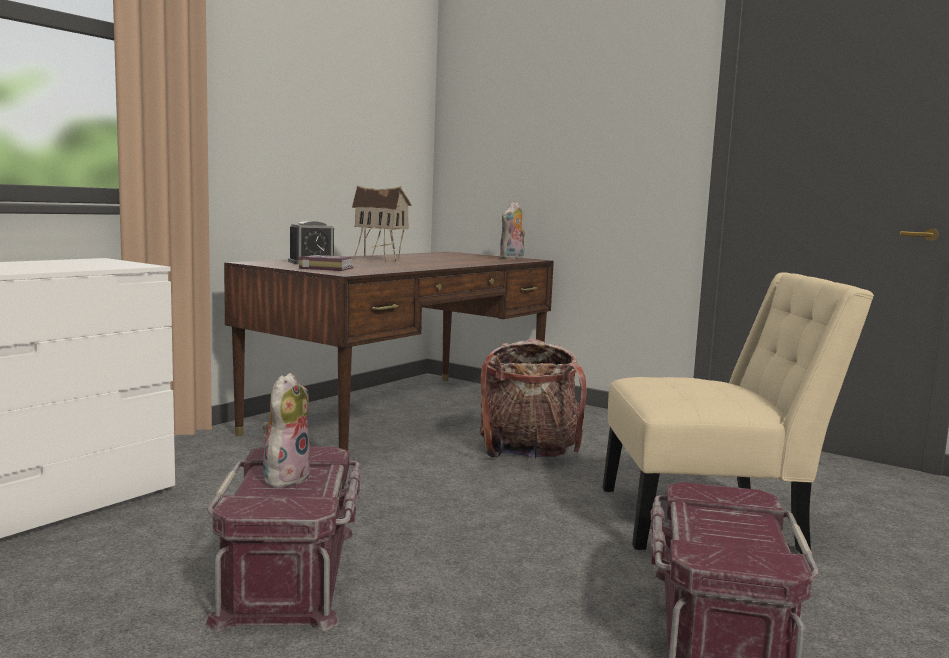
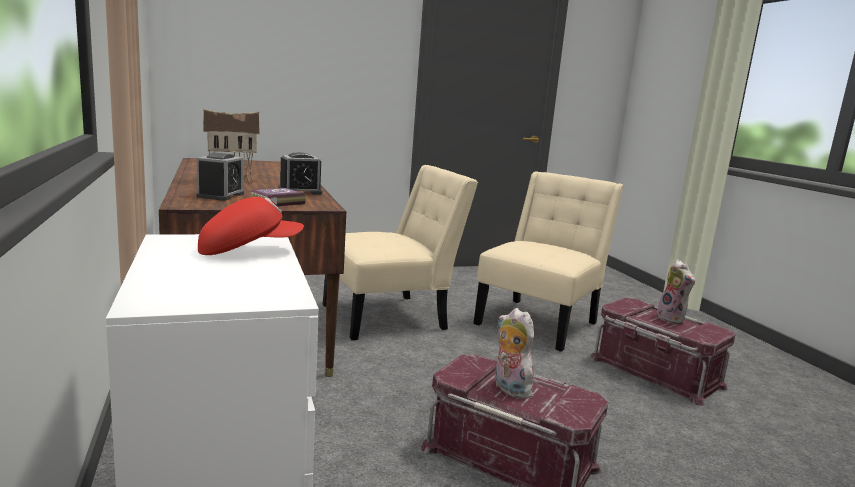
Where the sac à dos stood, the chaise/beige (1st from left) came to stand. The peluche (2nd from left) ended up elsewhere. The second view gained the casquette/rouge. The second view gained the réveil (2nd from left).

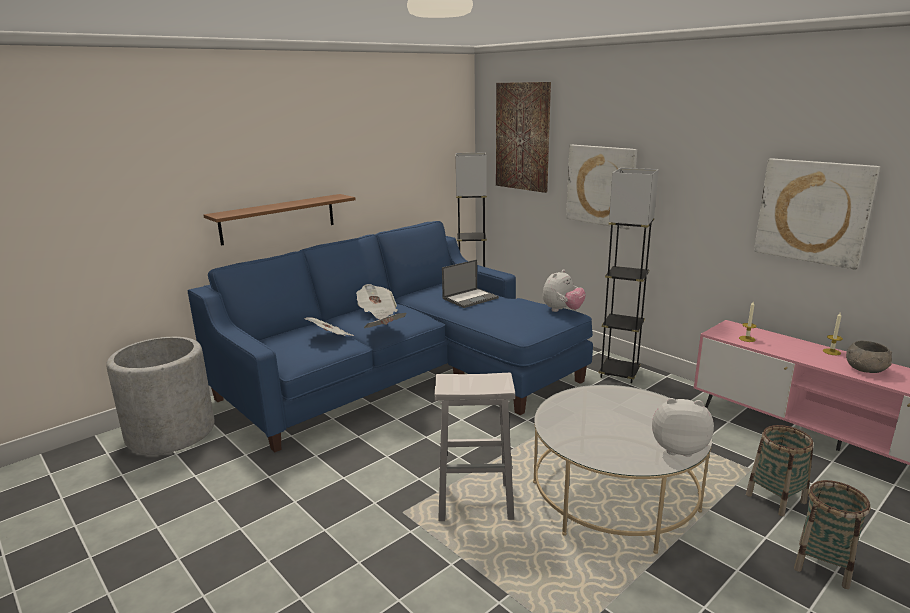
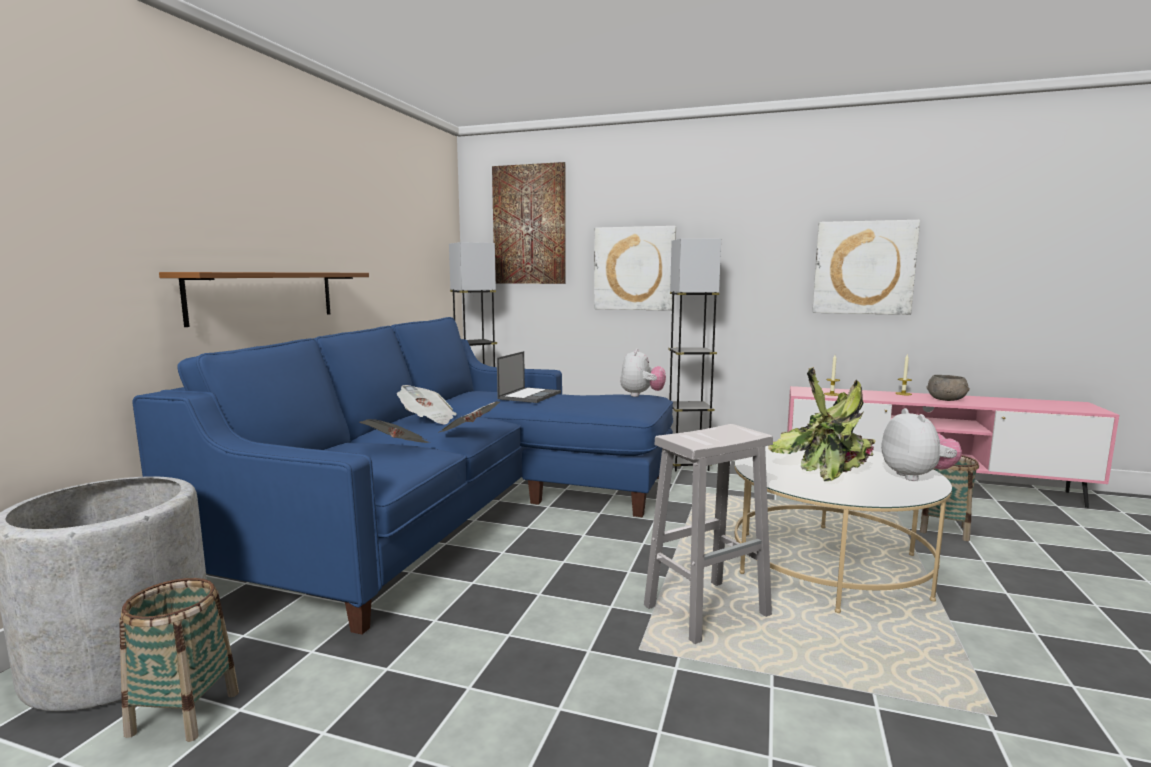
The peluche (2nd from left) ended up facing another way, 105 degrees clockwise from before. The panier (2nd from left in the first image) ended up elsewhere. The second view gained the plante en pot.

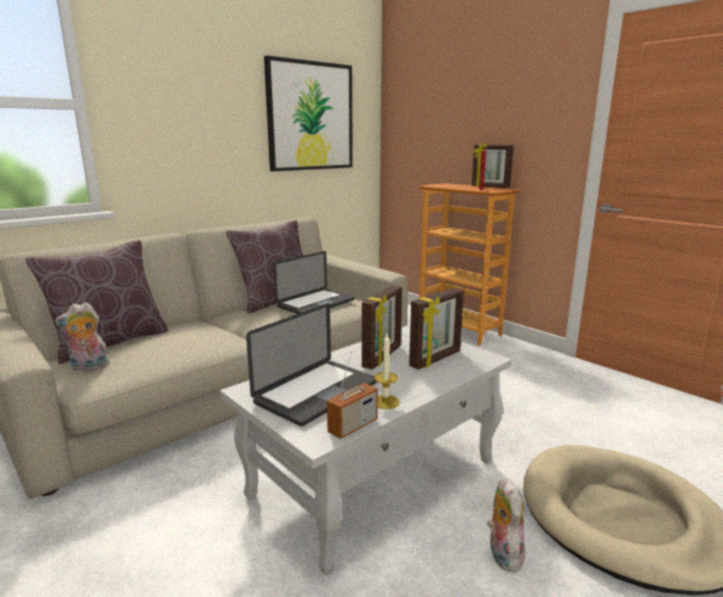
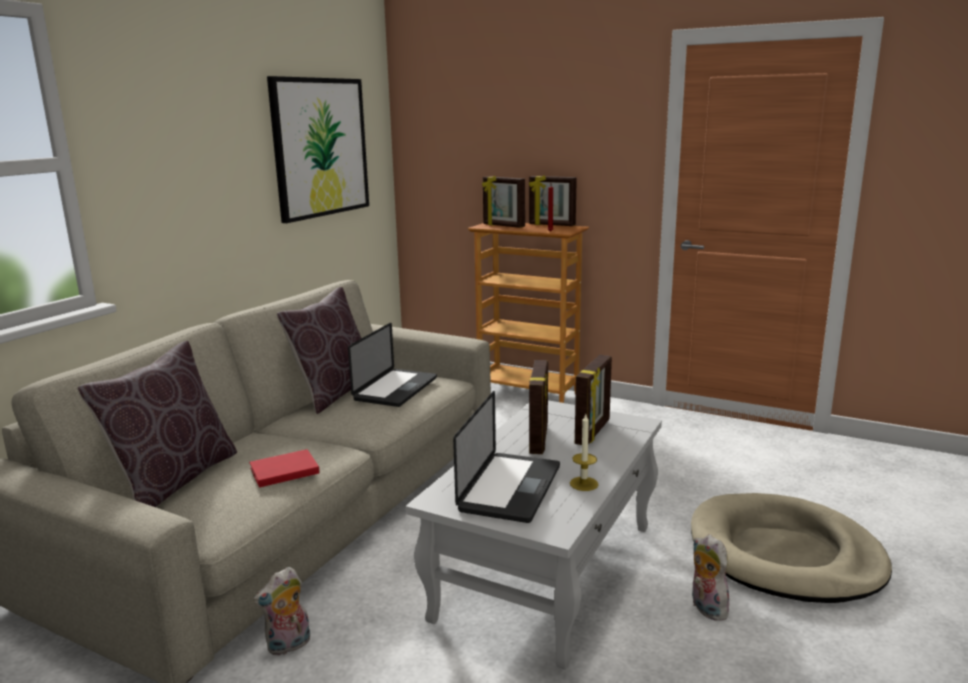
The peluche (1st from left) ended up elsewhere. The second view lost the radio. The second view gained the livre/rouge. The second view gained the cadre photo (1st from left).

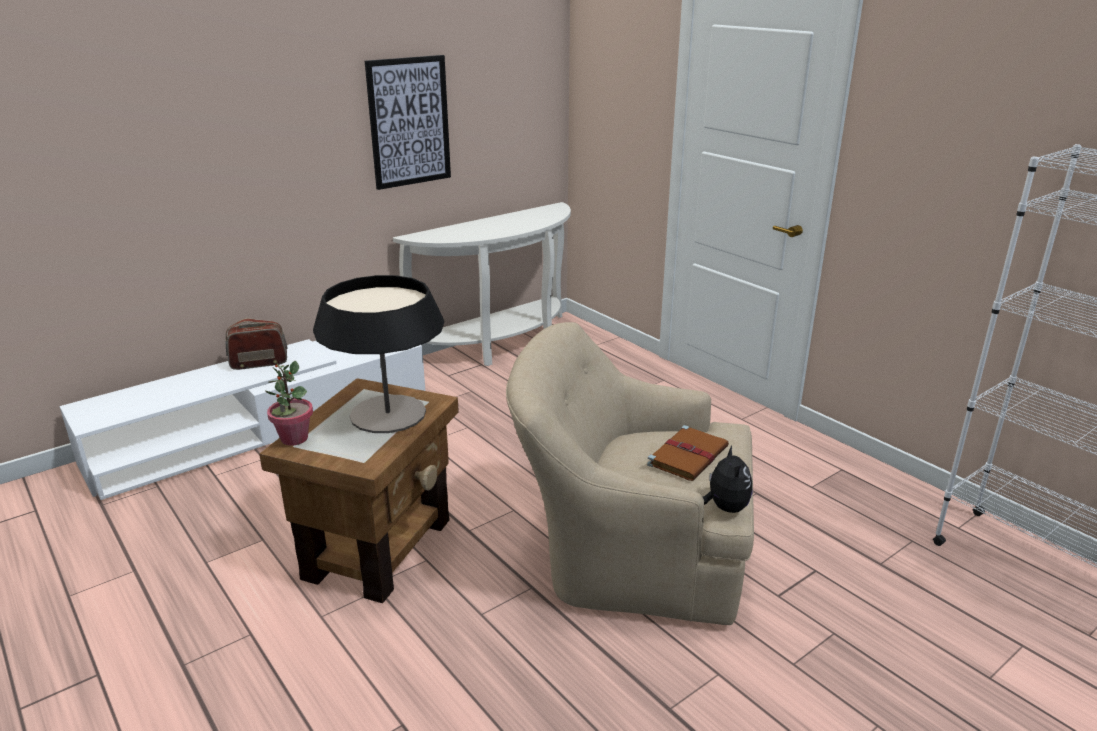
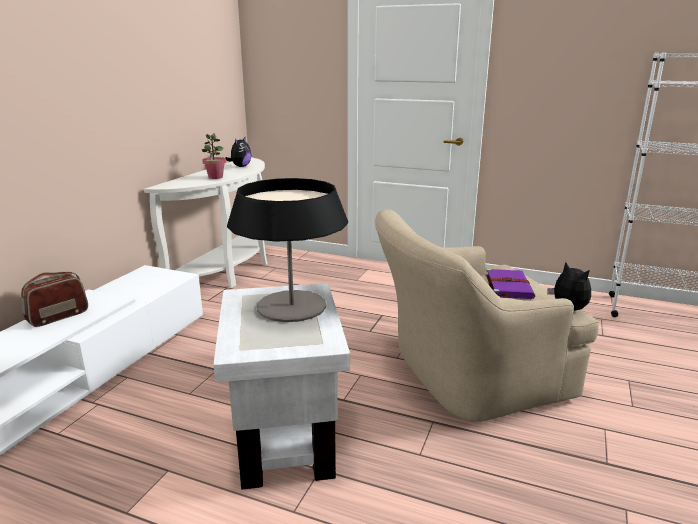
What was the table d'appoint/marron turned into the table d'appoint/blanc. The plante en pot ended up elsewhere. The second view lost the tableau. What was the livre/marron turned into the livre/violet. The second view gained the peluche (1st from left).

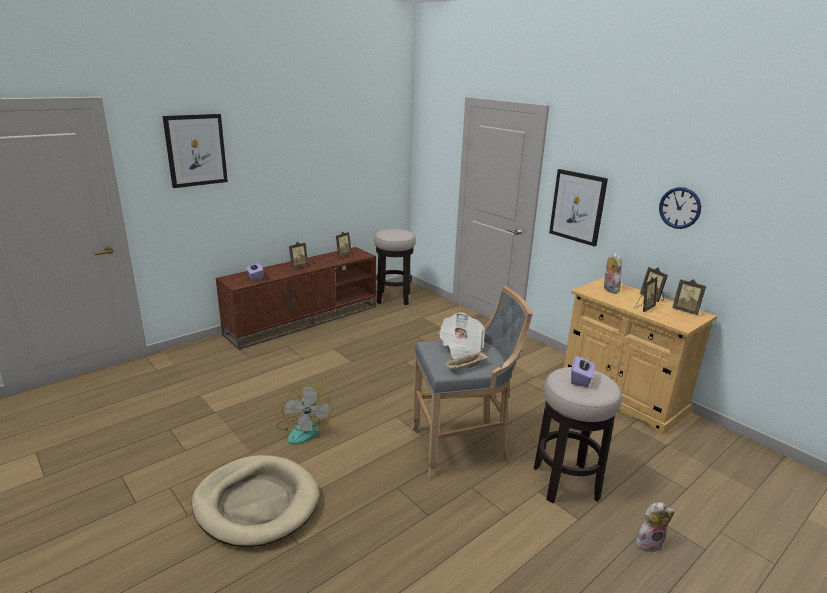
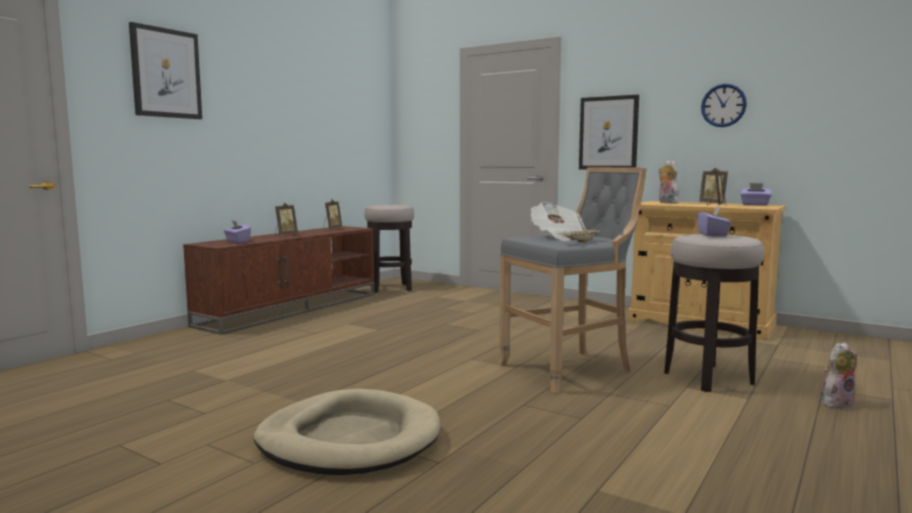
The second view lost the ventilateur. Where the cadre photo (5th from left) stood, the boîte à mouchoirs/violet (3rd from left) came to stand.

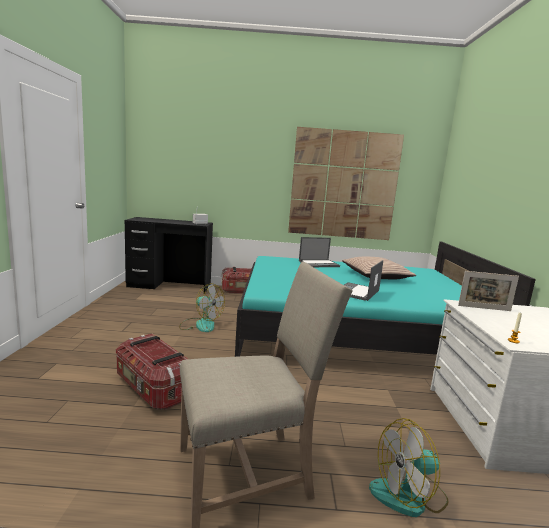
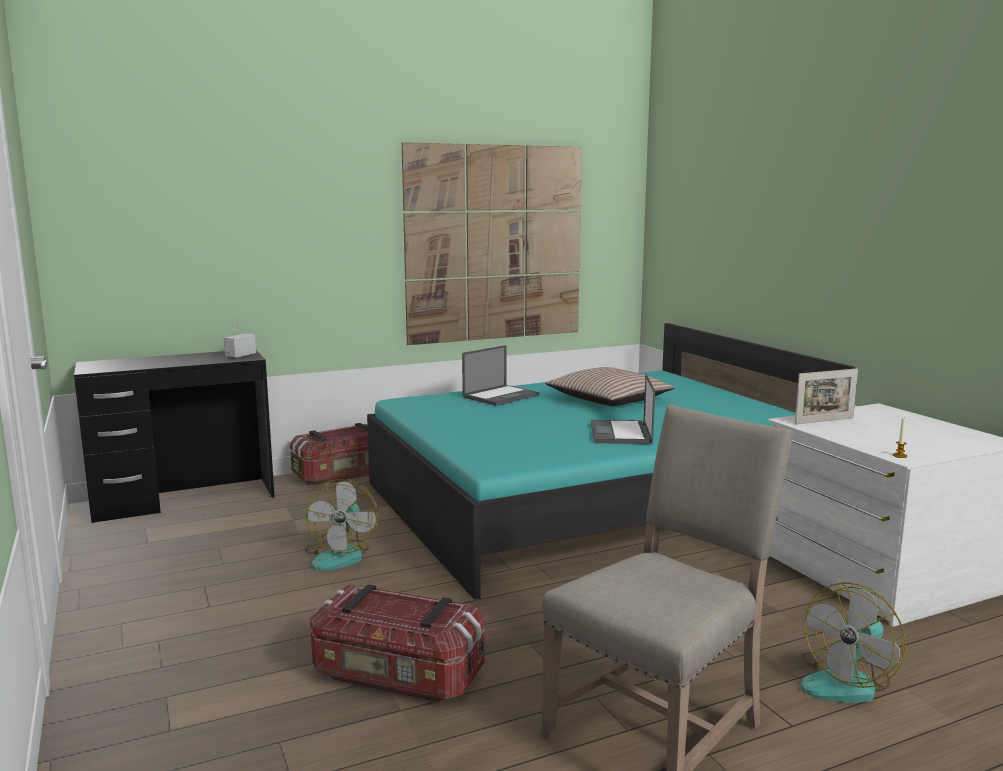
The ventilateur (1st from left) ended up facing another way, 90 degrees clockwise from before.

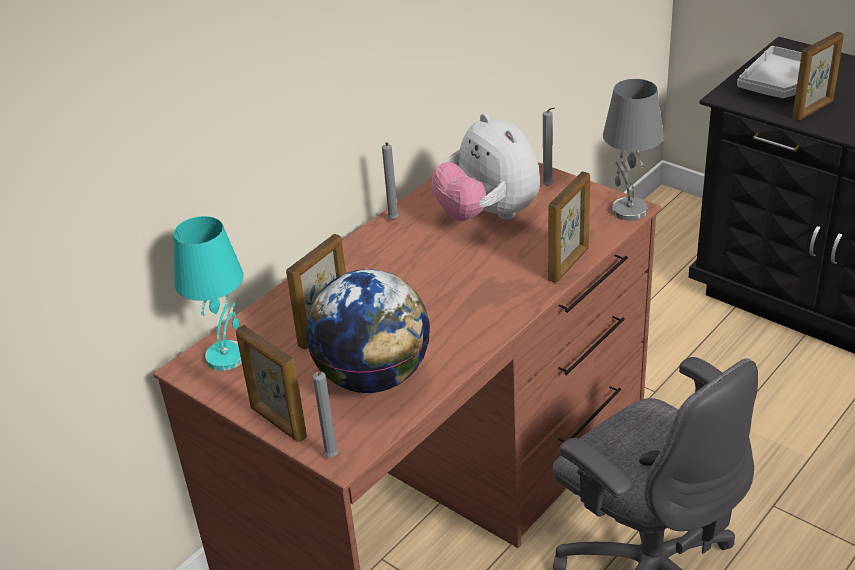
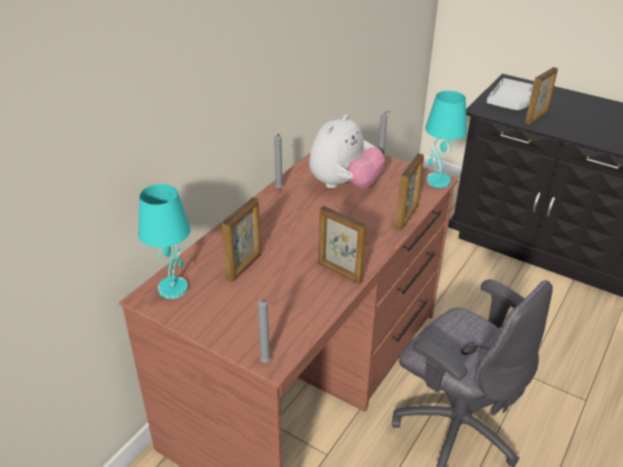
The cadre photo (1st from left in the first image) ended up elsewhere. The second view lost the globe. The peluche ended up facing another way, 105 degrees counterclockwise from before. What was the lampe de table/gris turned into the lampe de table/turquoise (2nd from left).

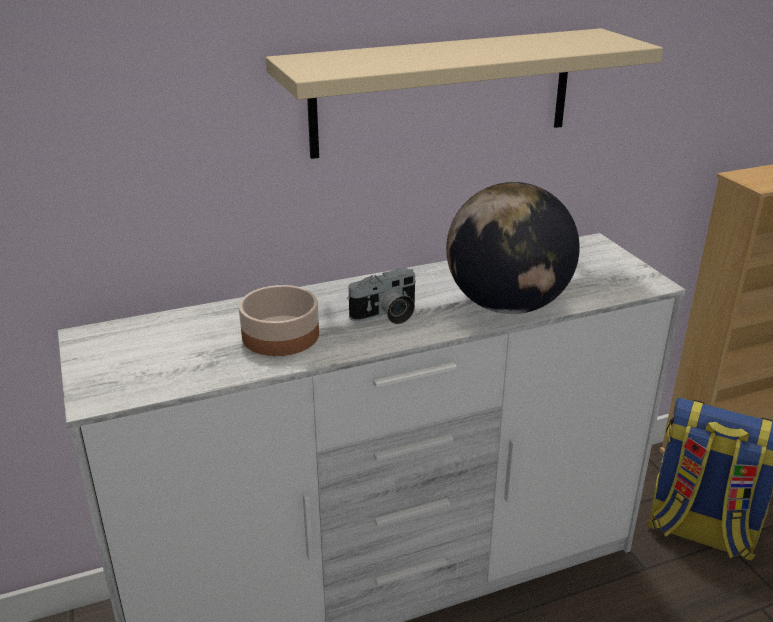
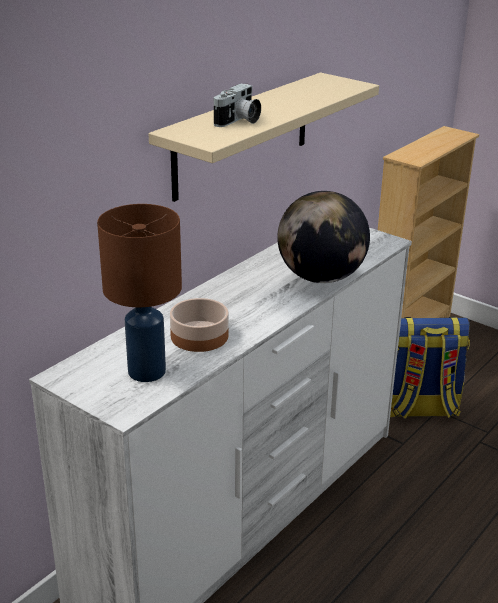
The appareil photo ended up elsewhere. The second view gained the lampe de table/marron.

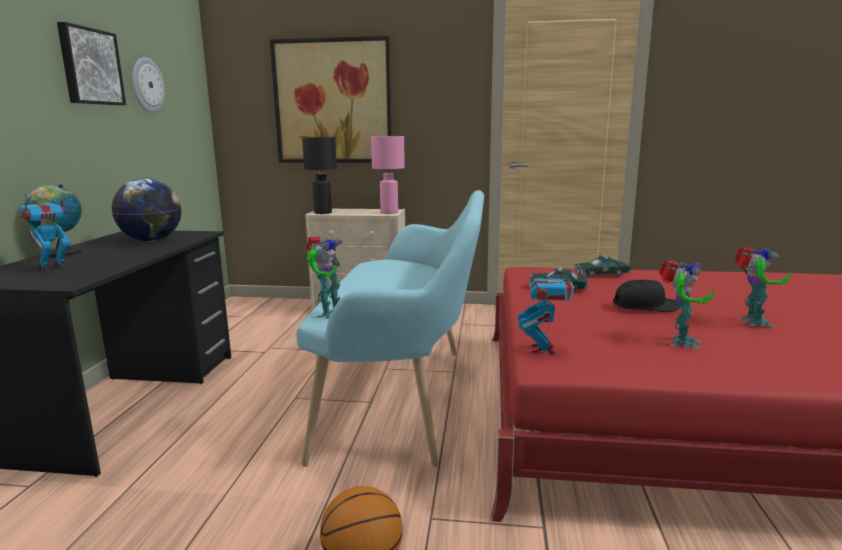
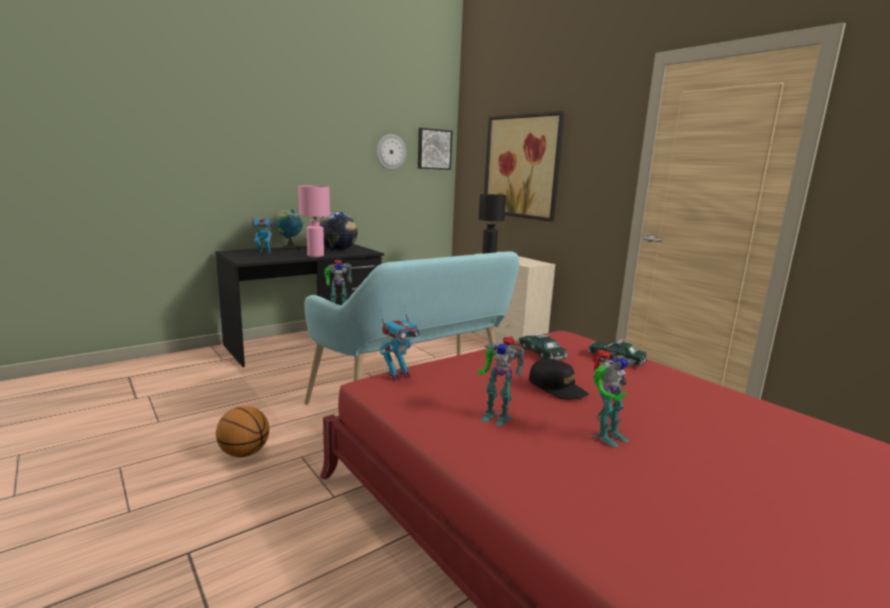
The tableau (1st from left) ended up elsewhere. The lampe de table/rose ended up elsewhere. The robot jouet (4th from left) ended up facing another way, 45 degrees clockwise from before.

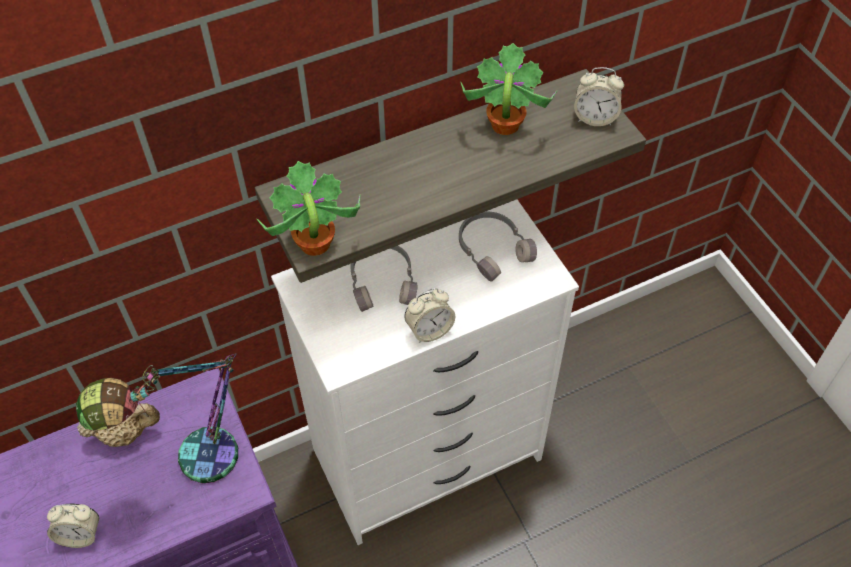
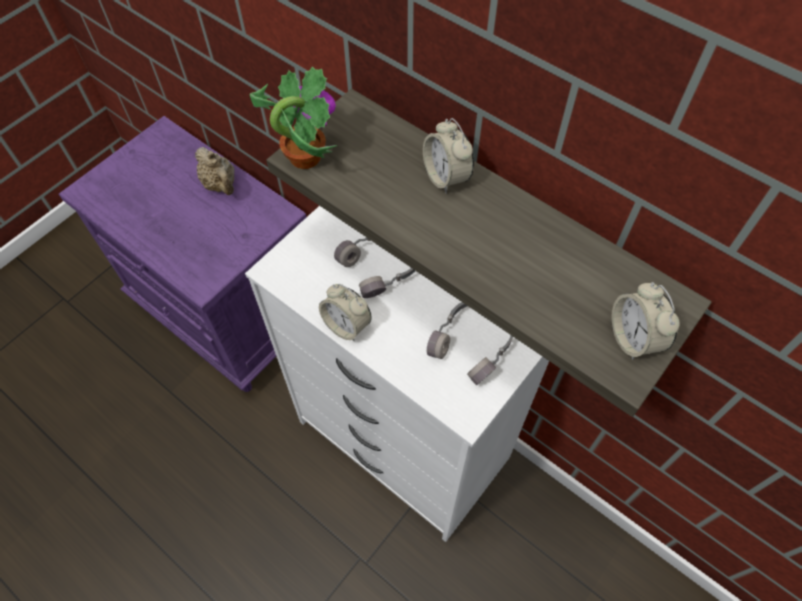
The réveil (1st from left in the first image) ended up elsewhere. The second view lost the lampe de table. The second view lost the plante en pot (2nd from left).

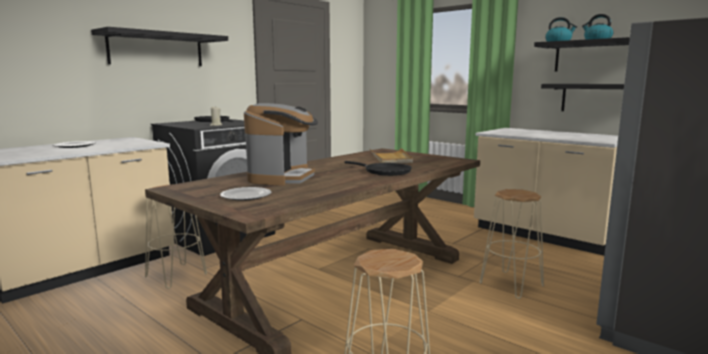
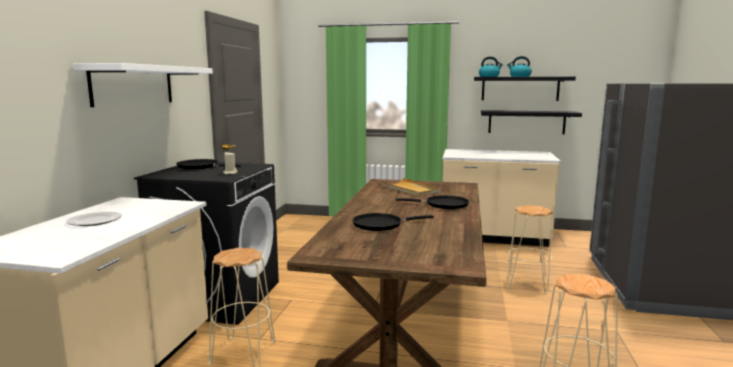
What was the étagère/noir (1st from left) turned into the étagère/blanc. The second view lost the assiette (2nd from left). Where the machine à café stood, the poêle/noir (2nd from left) came to stand.

